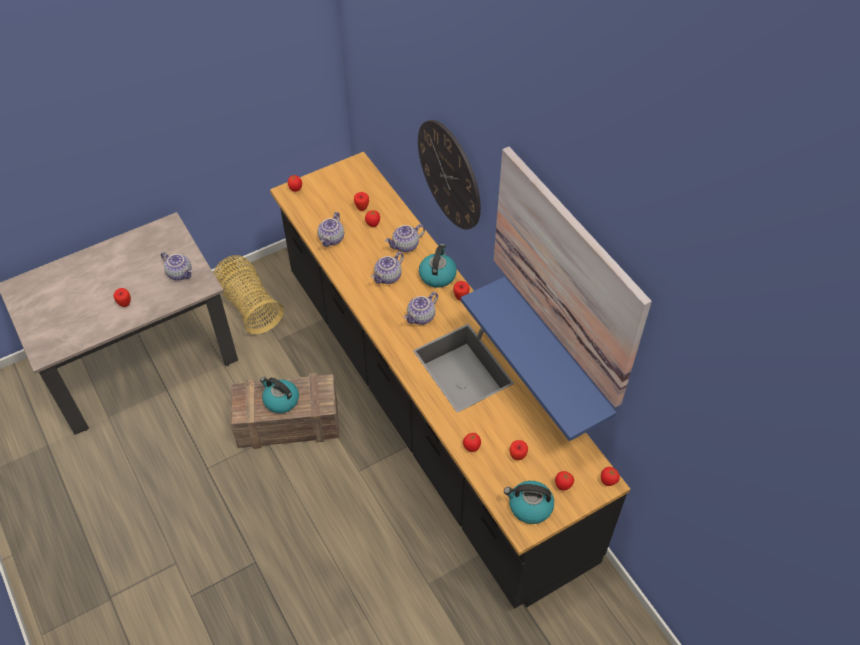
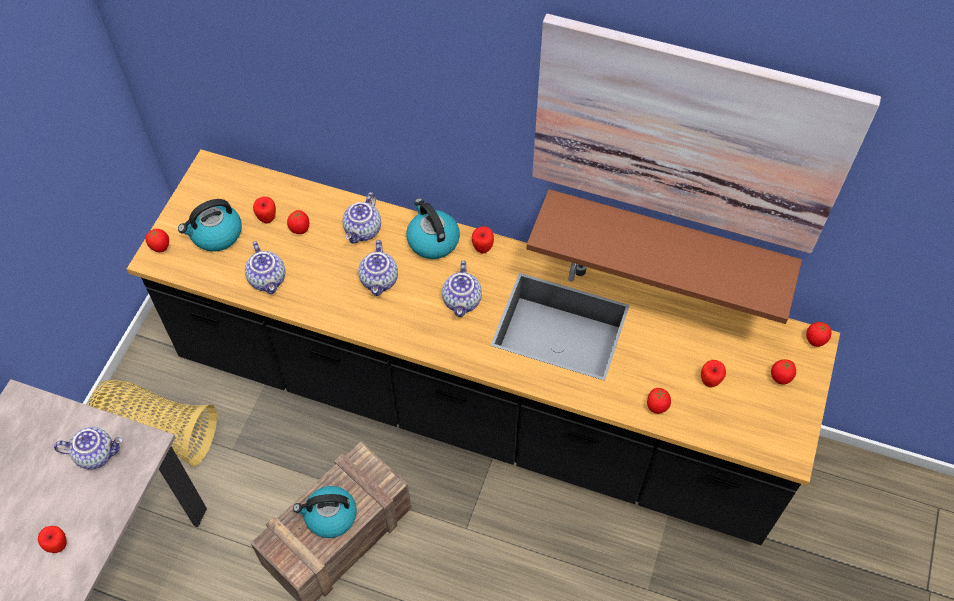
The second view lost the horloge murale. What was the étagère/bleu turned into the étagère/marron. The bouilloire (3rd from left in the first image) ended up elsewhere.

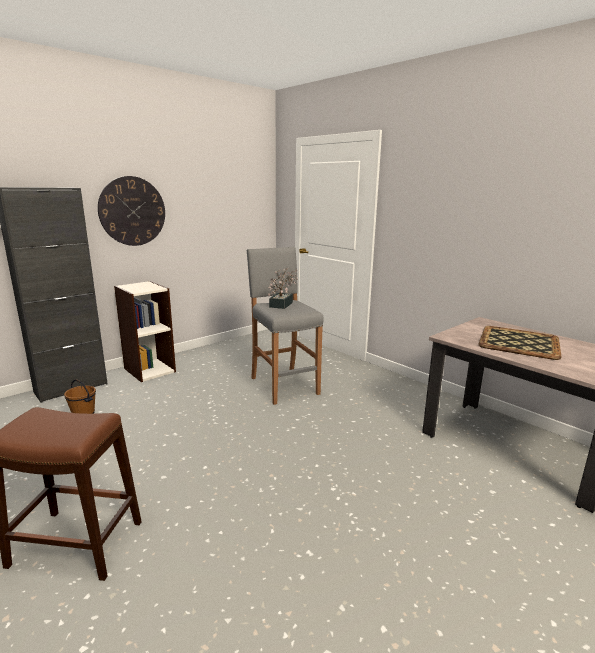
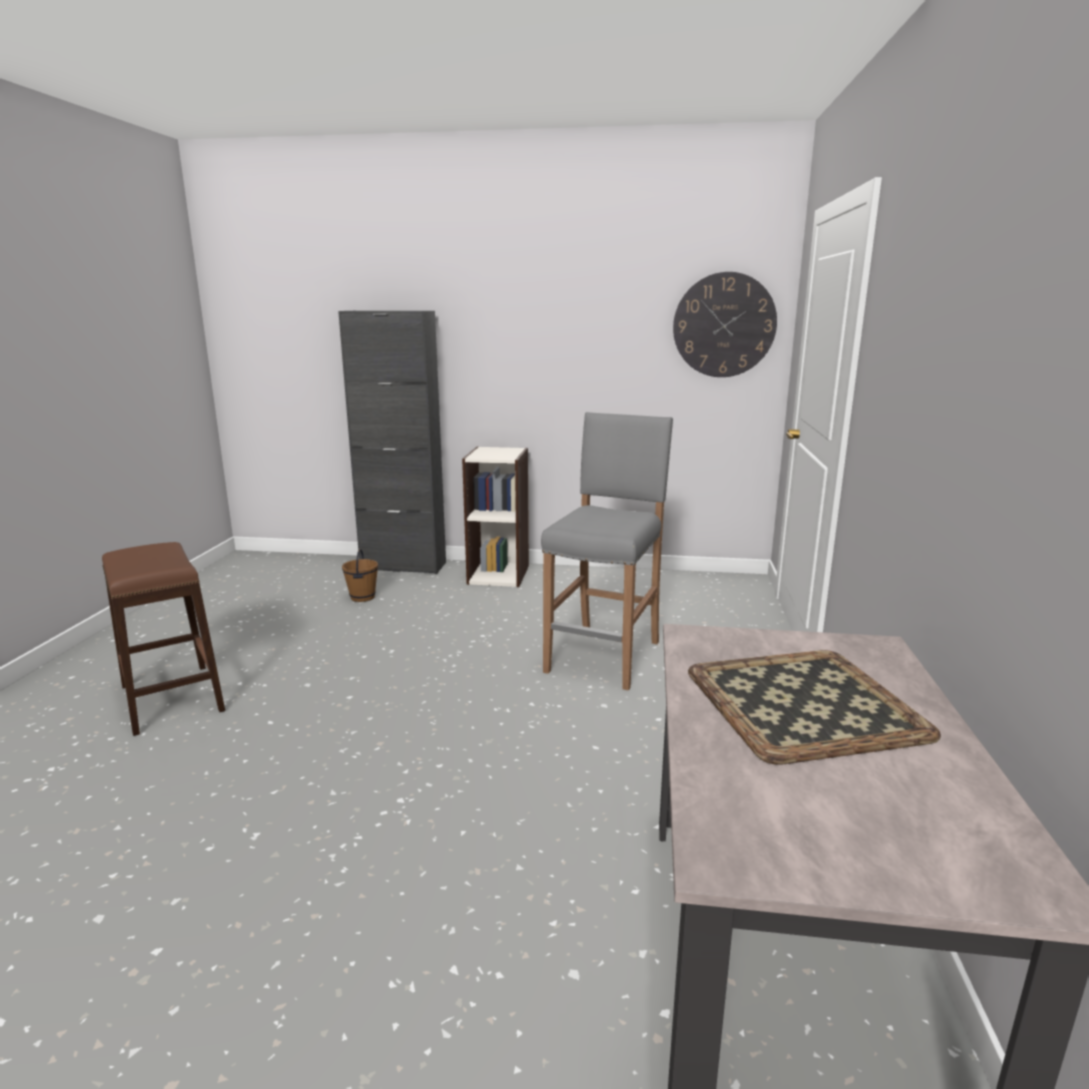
The horloge murale ended up elsewhere. The second view lost the plante en pot.

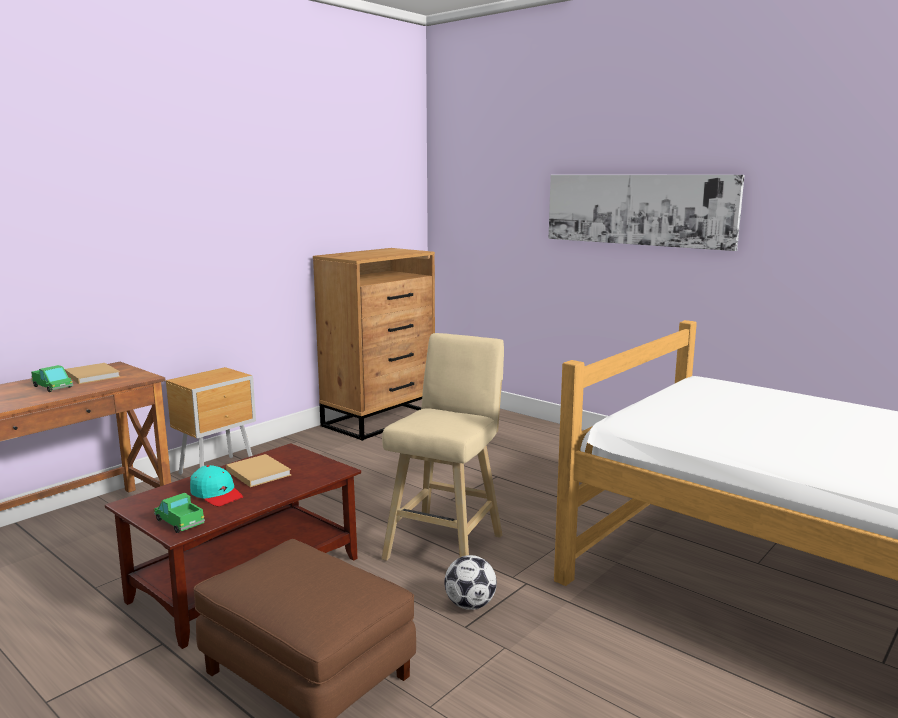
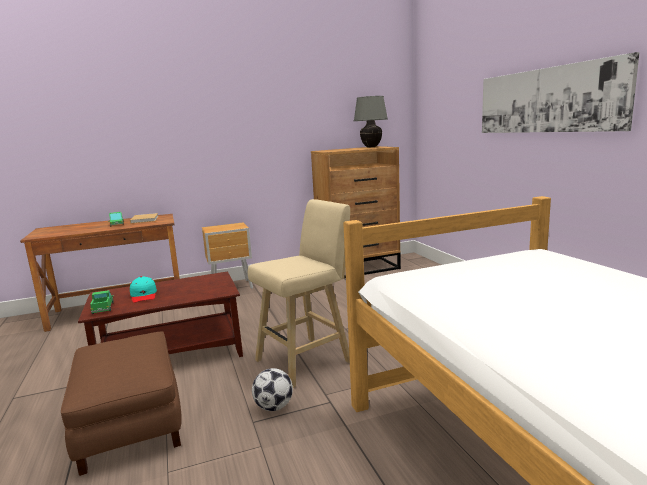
The second view lost the livre/beige (2nd from left). The second view gained the lampe de table/gris.

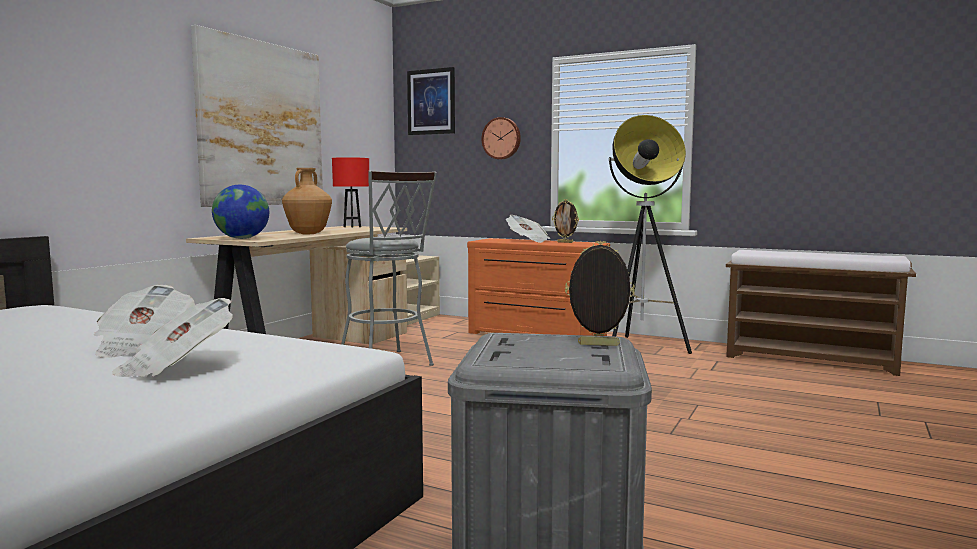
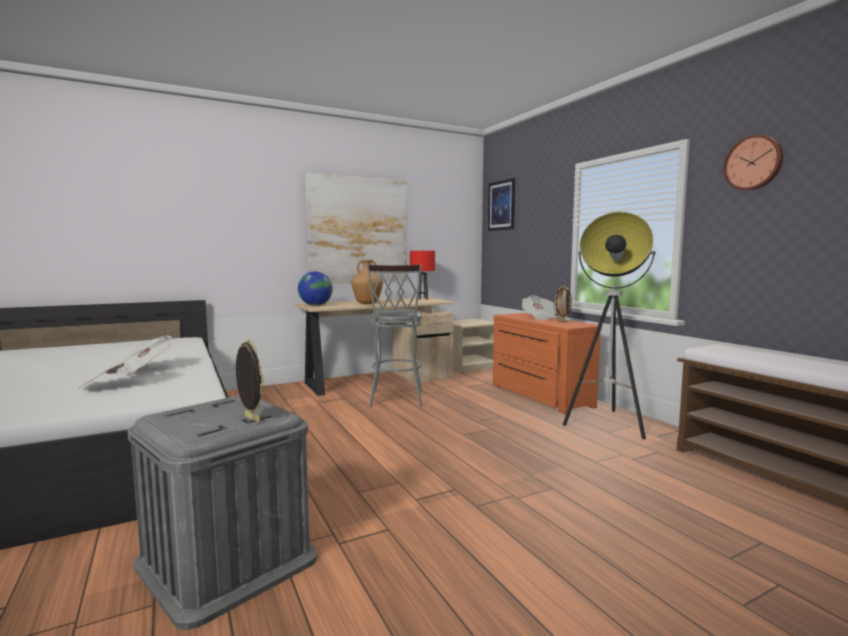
The horloge murale ended up elsewhere.

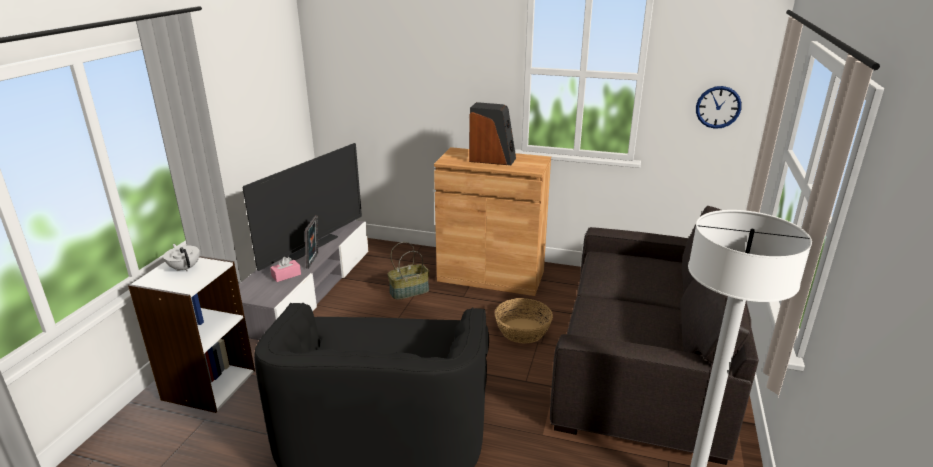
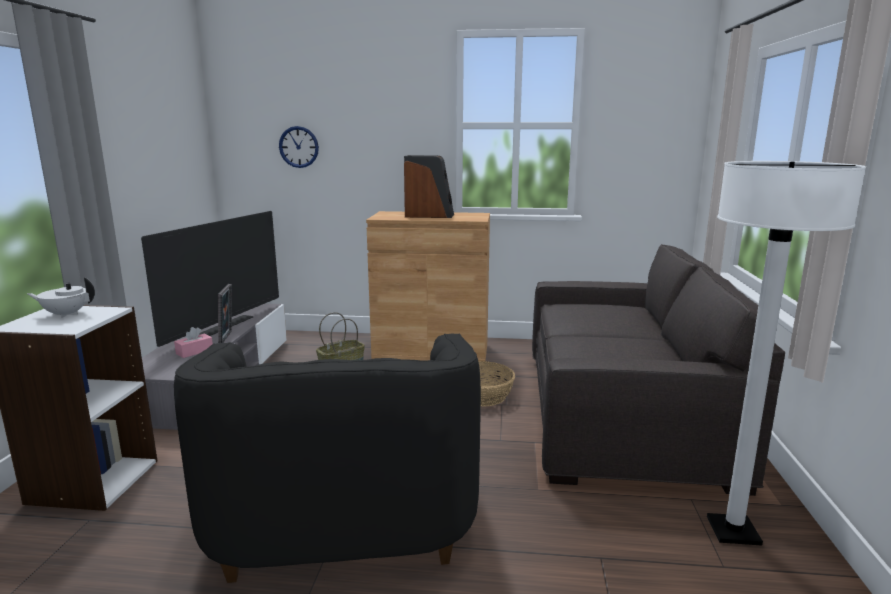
The théière/blanc ended up facing another way, 45 degrees counterclockwise from before. The horloge murale ended up elsewhere.

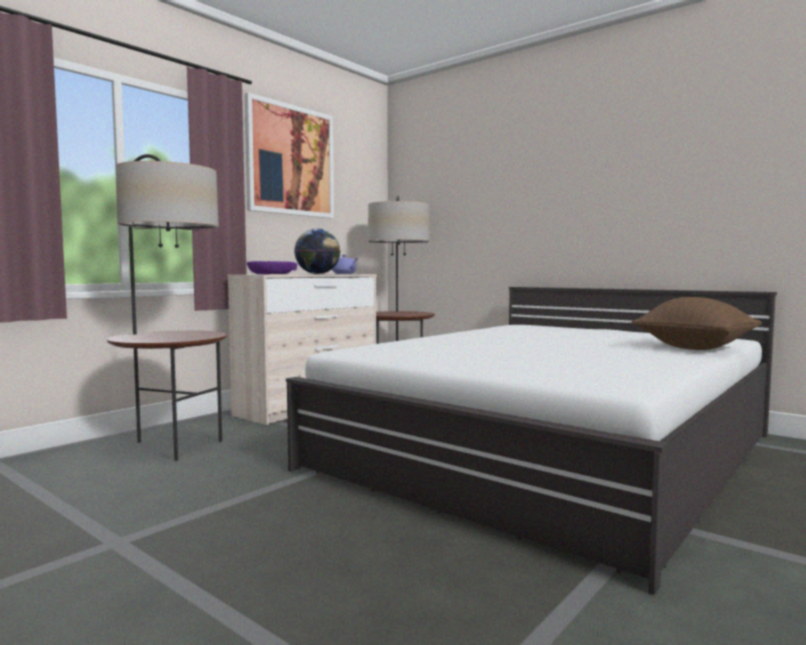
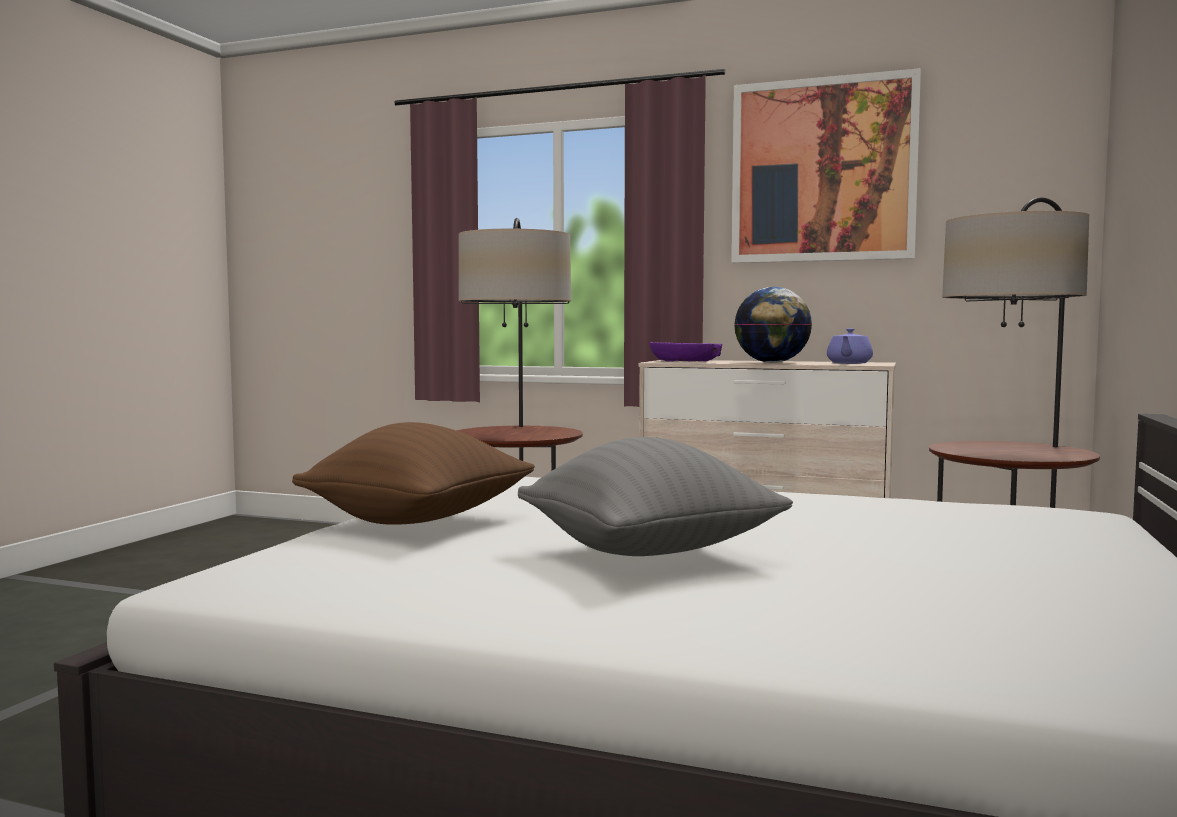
The coussin/marron ended up elsewhere. The second view gained the coussin/gris.

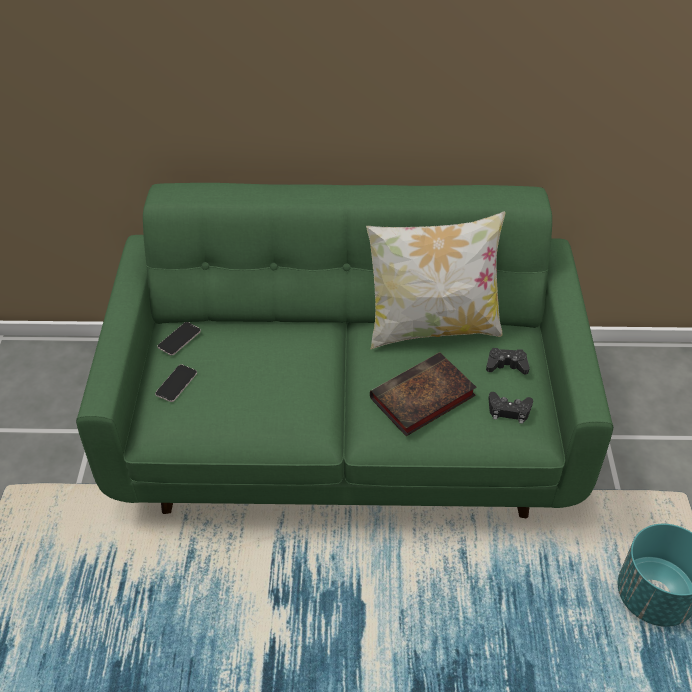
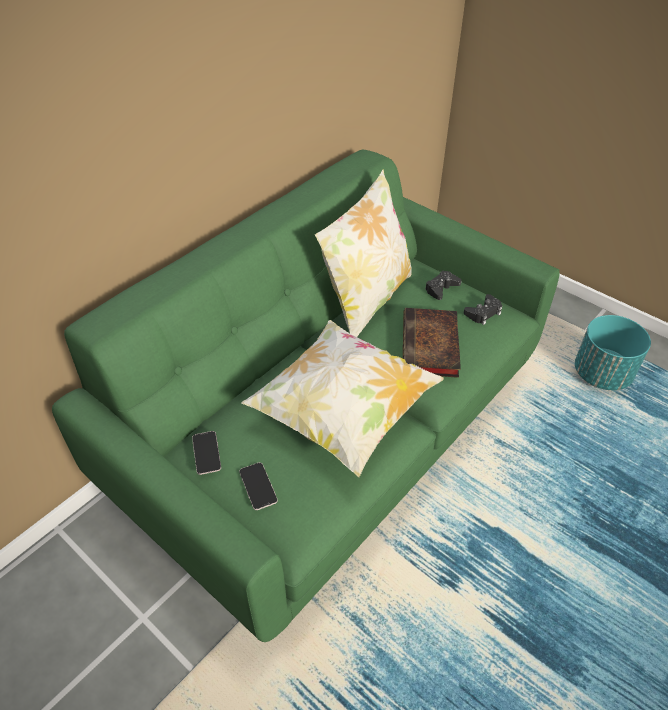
The second view gained the coussin (1st from left).

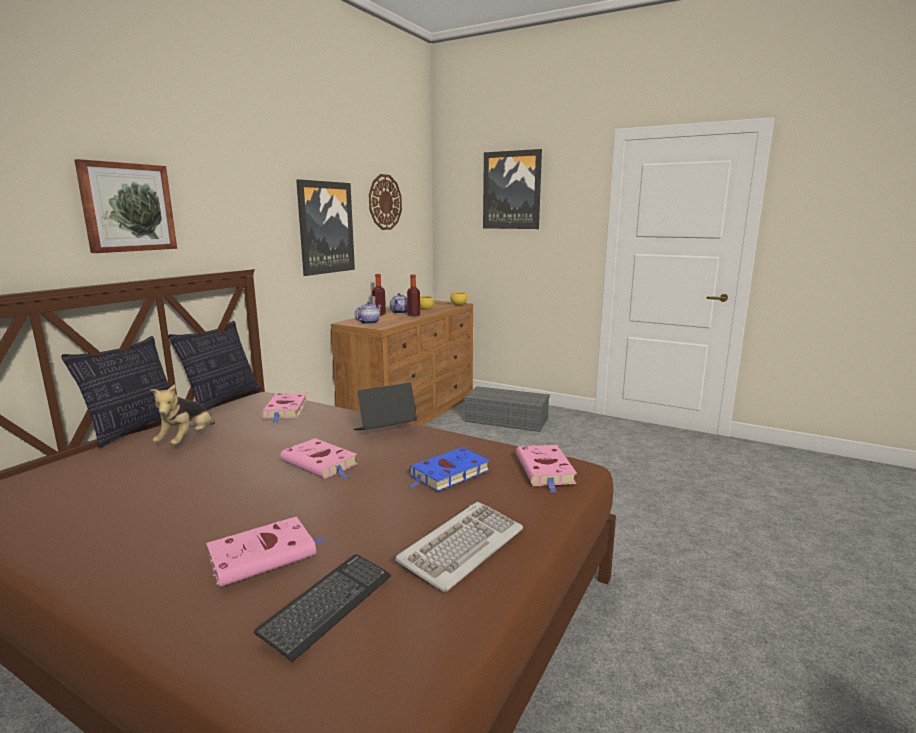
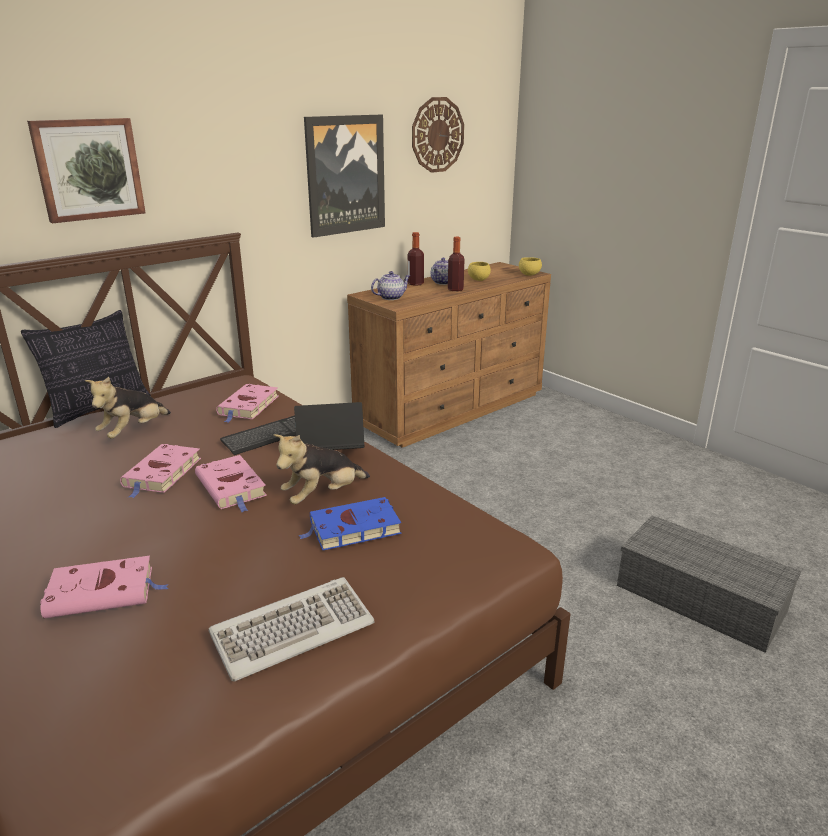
The second view lost the coussin (2nd from left). The clavier (1st from left) ended up elsewhere. The boîte de rangement/gris ended up elsewhere. The second view lost the tableau (3rd from left). The livre/rose (4th from left in the first image) ended up elsewhere. The second view gained the peluche (2nd from left).

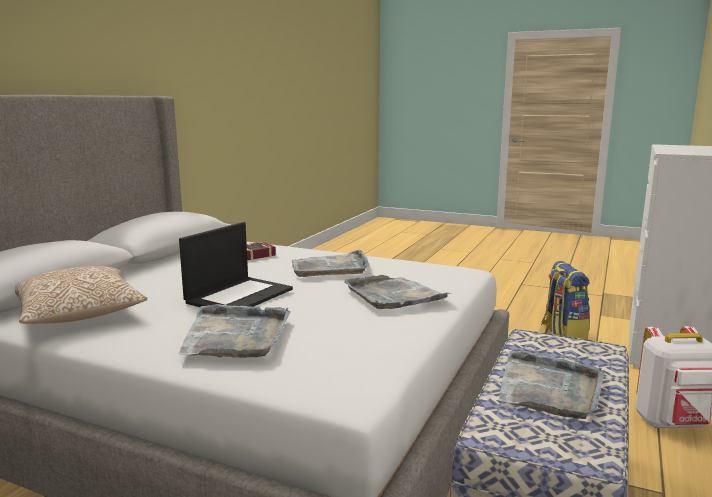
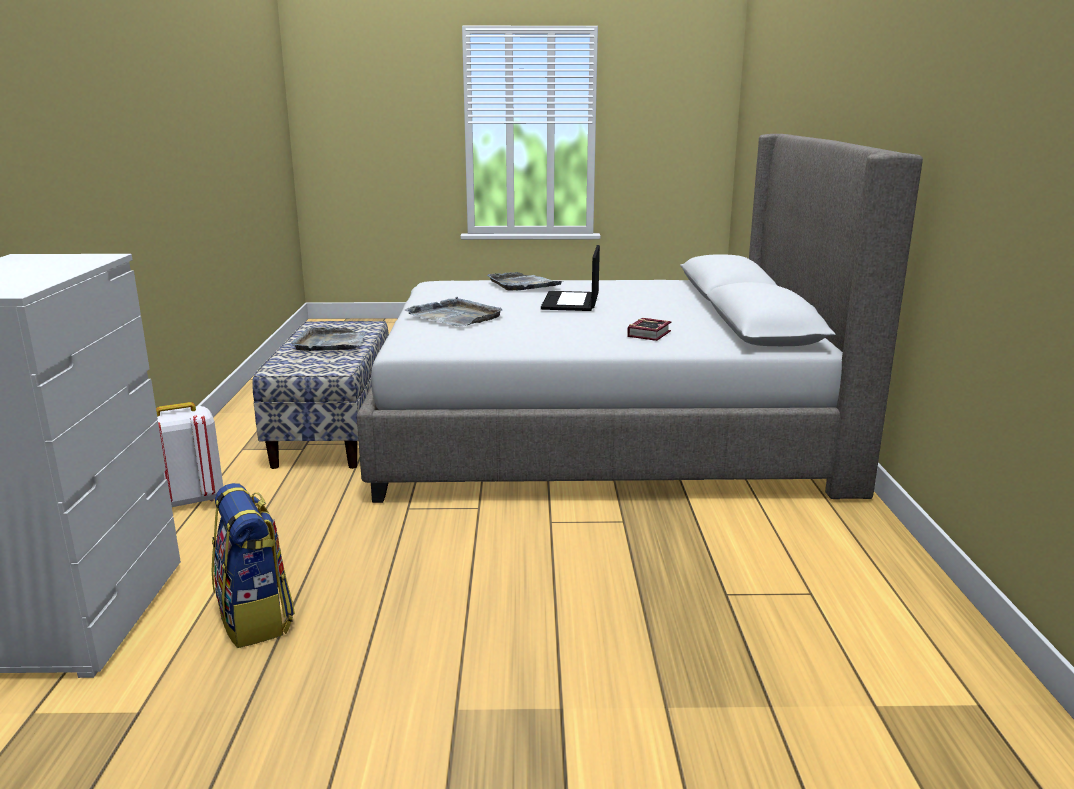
The second view lost the coussin. The second view lost the plateau/gris (2nd from left).

